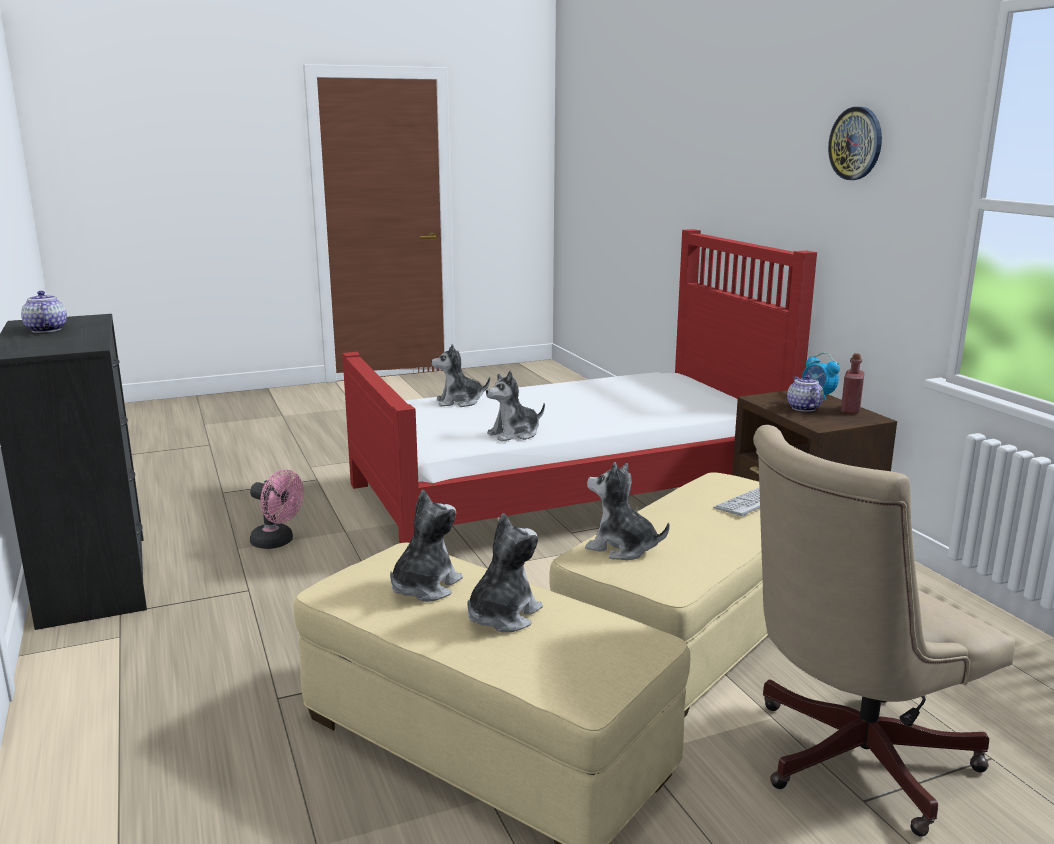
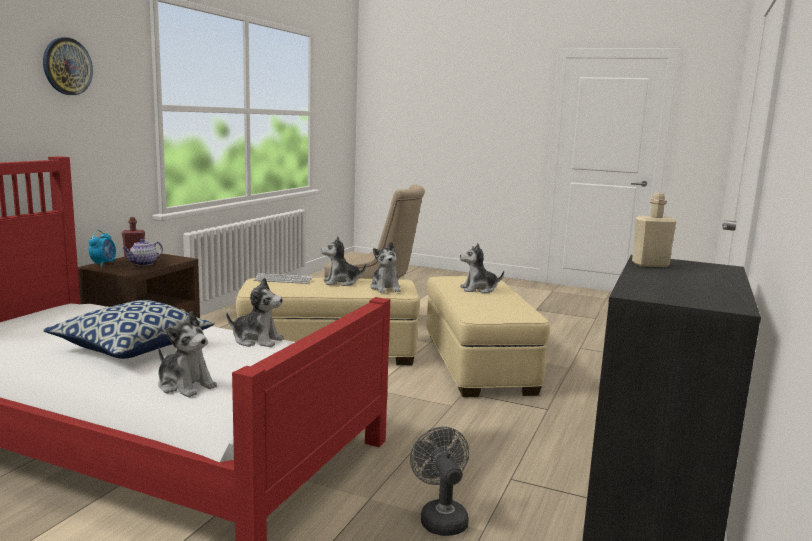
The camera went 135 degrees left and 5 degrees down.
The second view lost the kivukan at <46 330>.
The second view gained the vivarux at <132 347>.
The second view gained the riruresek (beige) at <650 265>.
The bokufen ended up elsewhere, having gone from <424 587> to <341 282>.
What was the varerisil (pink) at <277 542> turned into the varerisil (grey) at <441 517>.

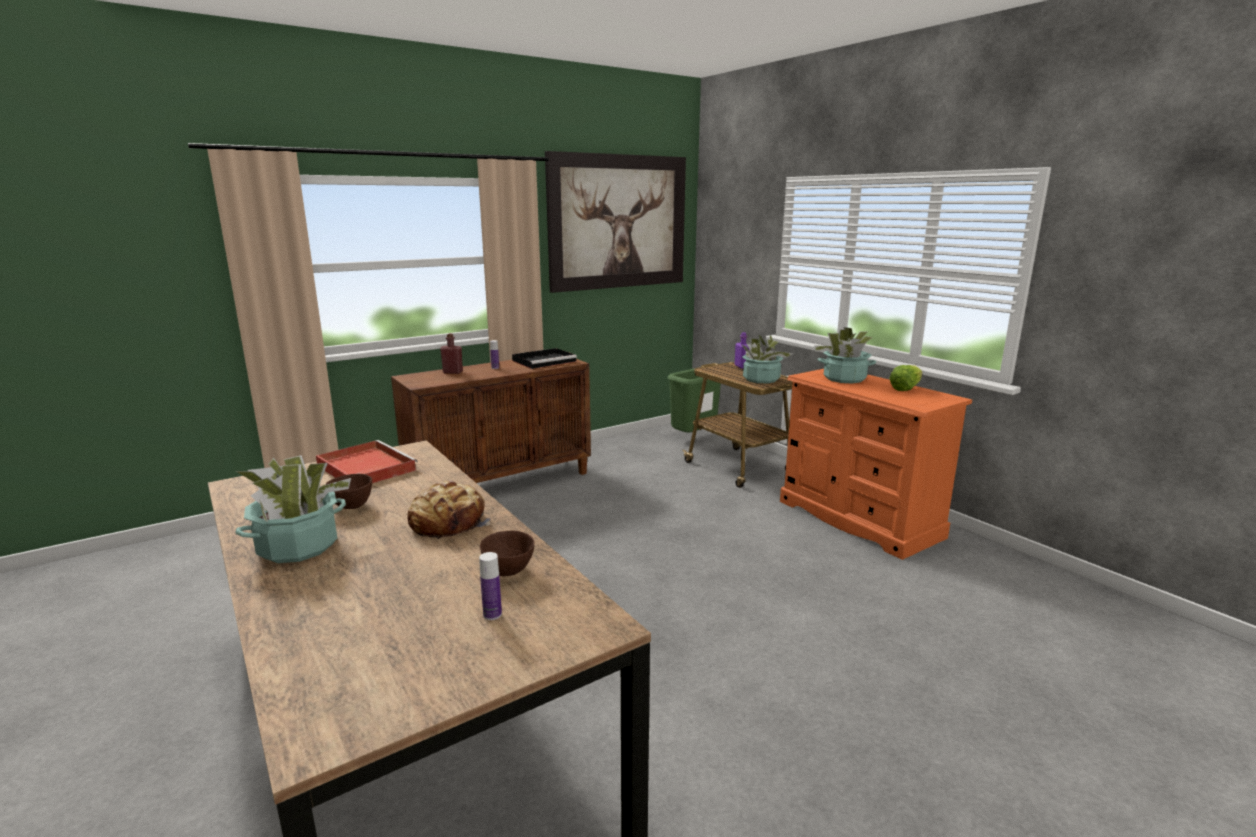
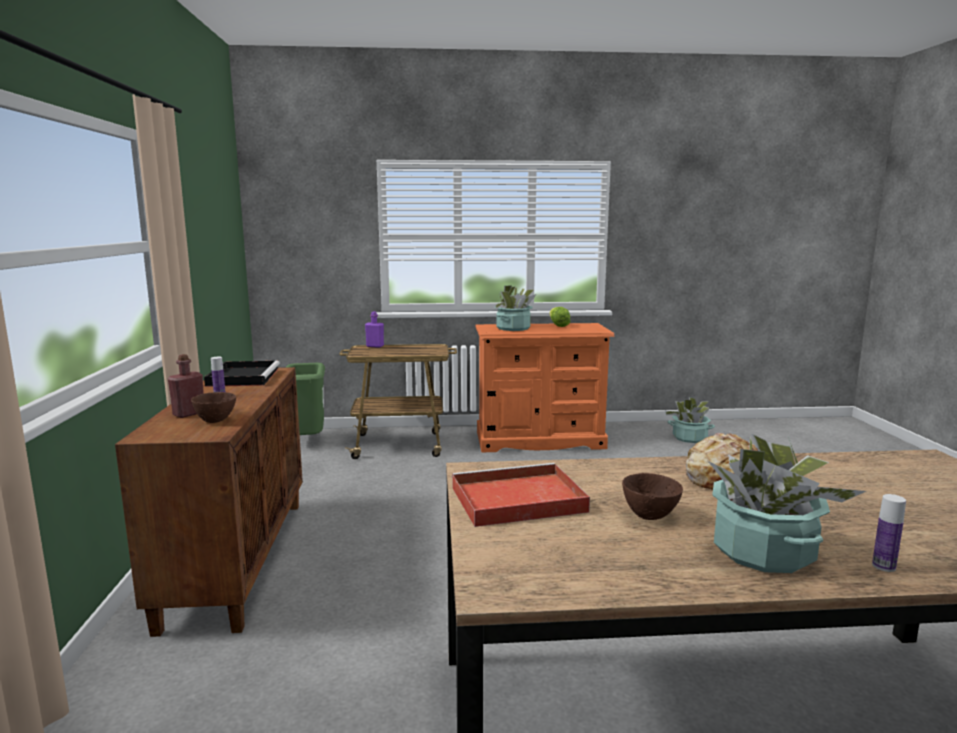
The camera went 60 degrees left and 5 degrees down.
The second view lost the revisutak at <618 222>.
The riruresek ended up elsewhere, having gone from <492 614> to <883 566>.
The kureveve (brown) ended up elsewhere, having gone from <509 571> to <215 420>.
The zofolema ended up elsewhere, having gone from <761 379> to <689 438>.

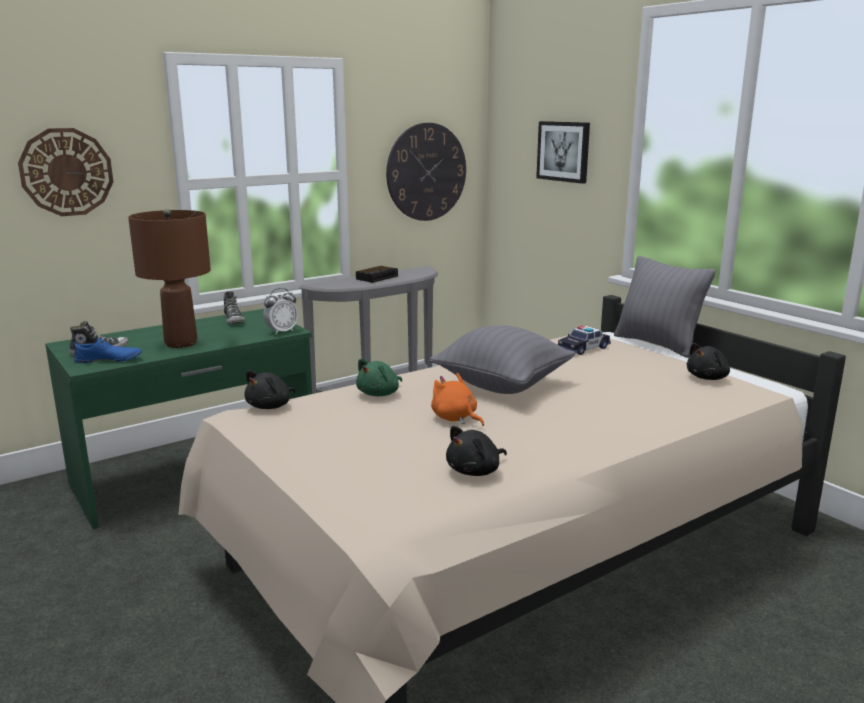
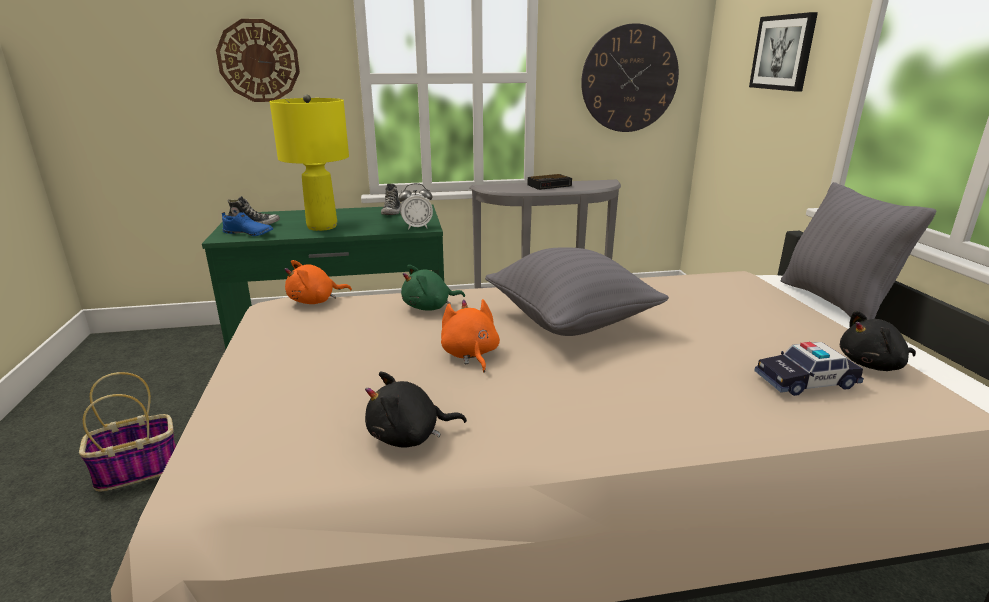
The camera went 25 degrees right and 5 degrees up.
The second view gained the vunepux at <139 469>.
The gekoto ended up elsewhere, having gone from <583 348> to <806 381>.
What was the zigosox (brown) at <180 343> turned into the zigosox (yellow) at <321 227>.
What was the bokufen (black) at <270 406> turned into the bokufen (orange) at <315 301>.

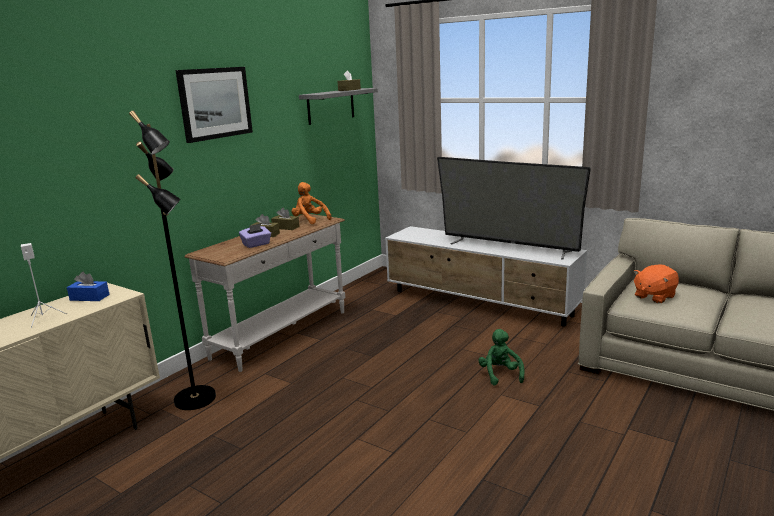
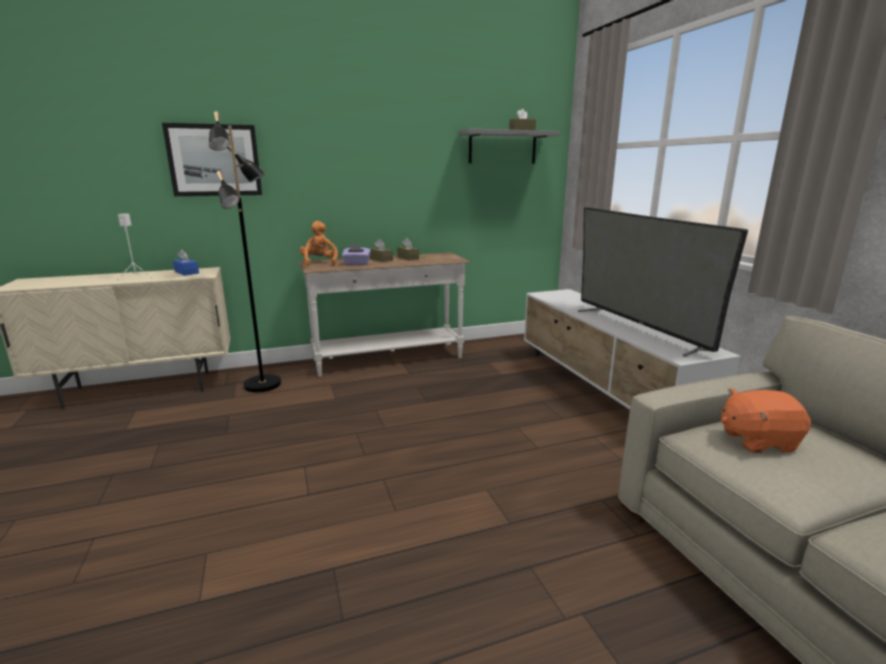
The camera went 35 degrees right and 0 degrees up.
The second view lost the bokufen (green) at <500 375>.
The revisutak ended up elsewhere, having gone from <215 103> to <214 160>.
The bokufen (orange) ended up elsewhere, having gone from <309 220> to <319 263>.

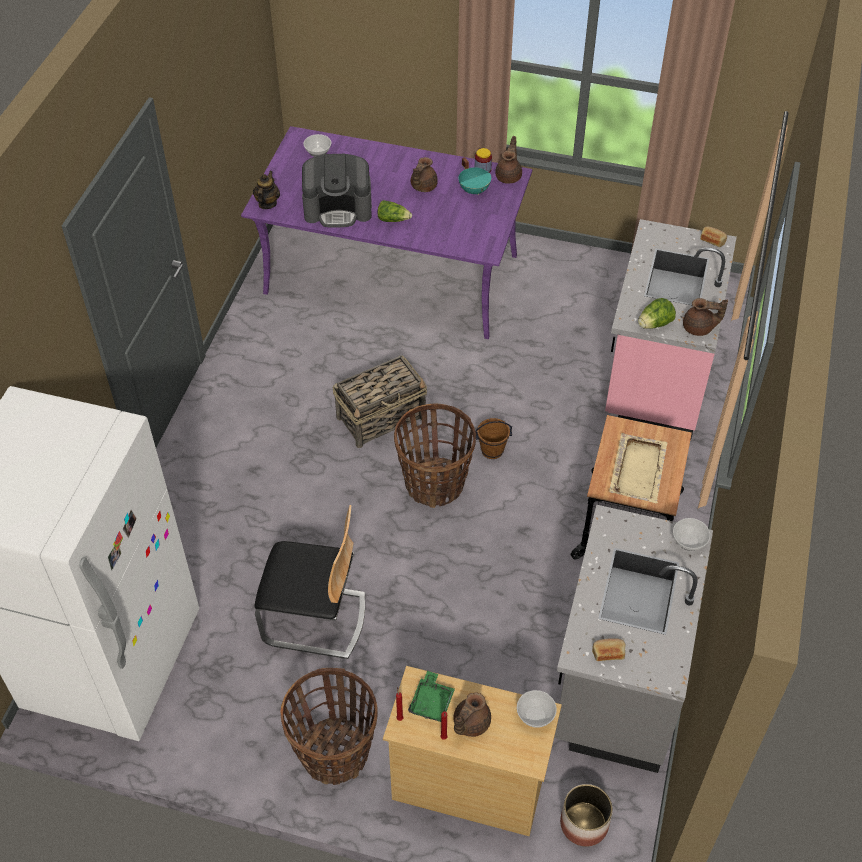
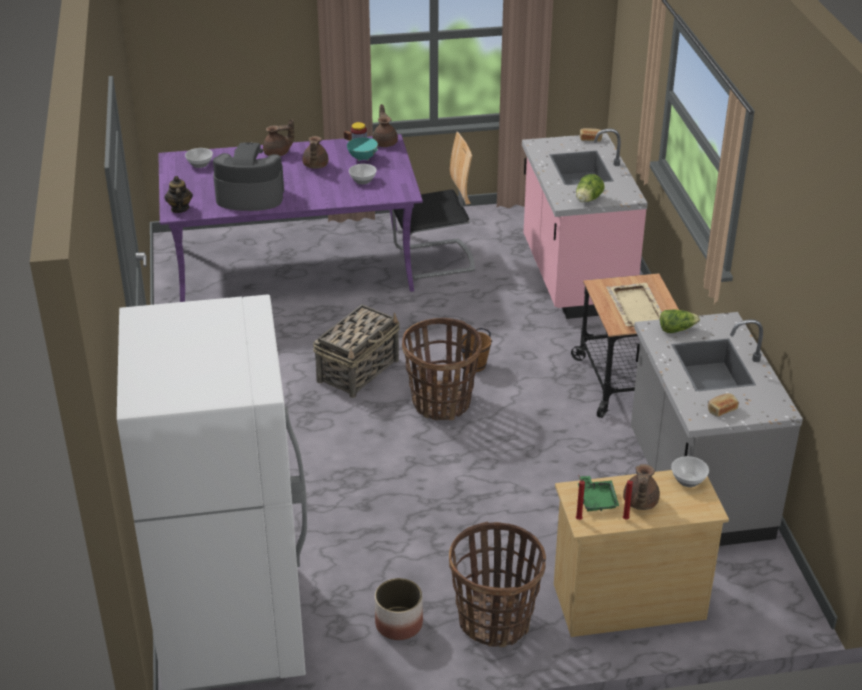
The camera went 25 degrees left and 15 degrees down.
The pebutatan ended up elsewhere, having gone from <315 619> to <434 260>.
The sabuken ended up elsewhere, having gone from <393 219> to <676 329>.
The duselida ended up elsewhere, having gone from <583 824> to <398 624>.
The kureveve ended up elsewhere, having gone from <688 542> to <362 180>.
The kivukan (brown) ended up elsewhere, having gone from <699 328> to <278 153>.
The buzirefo at <338 208> ended up facing another way, 150 degrees counterclockwise from before.

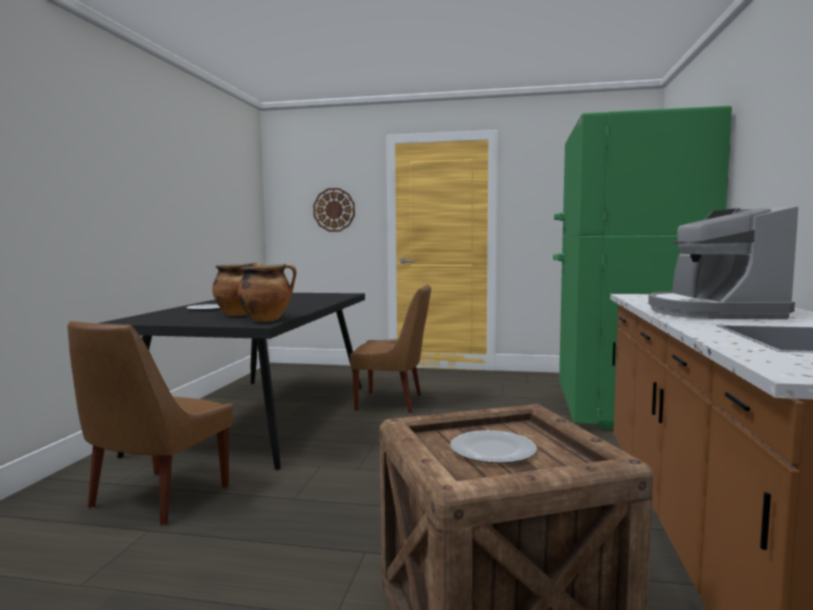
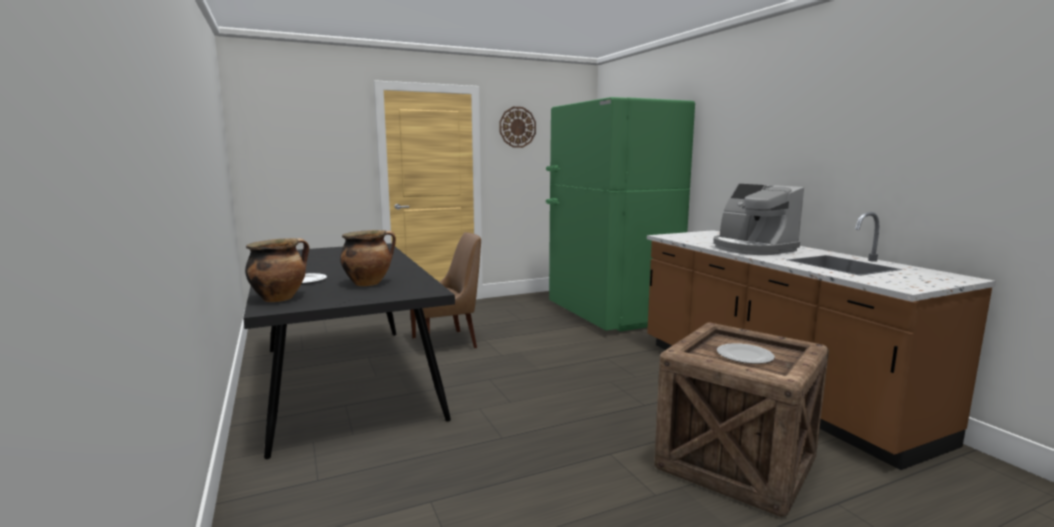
The camera went 35 degrees left and 5 degrees up.
The second view lost the pebutatan (brown) at <156 499>.
The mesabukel ended up elsewhere, having gone from <267 320> to <280 298>.
The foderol ended up elsewhere, having gone from <334 210> to <517 127>.

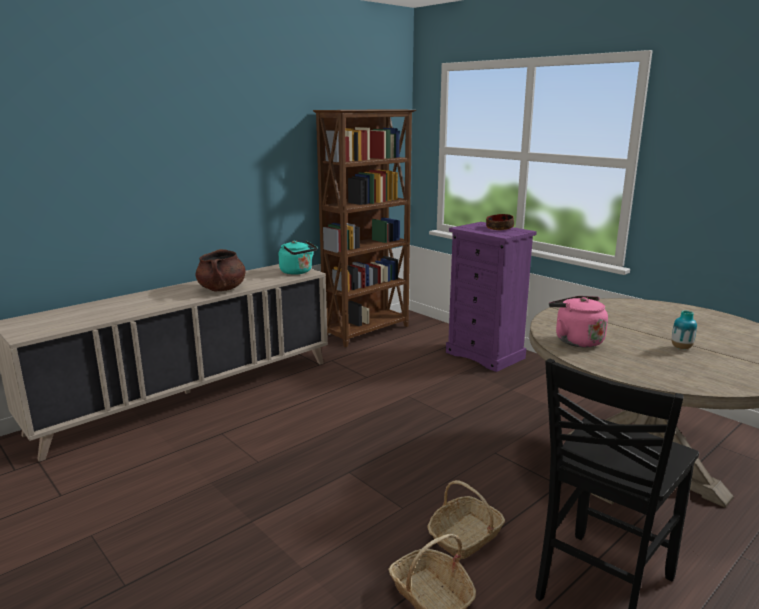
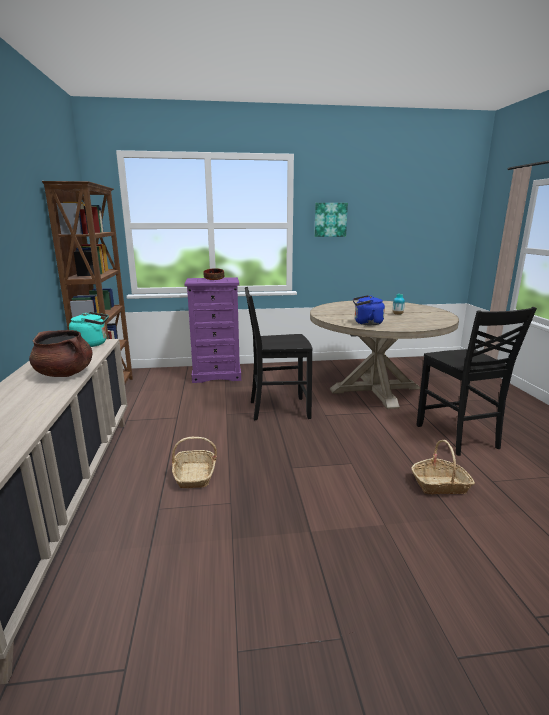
The camera went 55 degrees left and 0 degrees up.
The second view gained the pebutatan (black) at <277 409>.
The second view gained the revisutak at <330 219>.
The vunepux ended up elsewhere, having gone from <465 537> to <194 475>.
What was the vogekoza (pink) at <576 340> turned into the vogekoza (blue) at <366 323>.

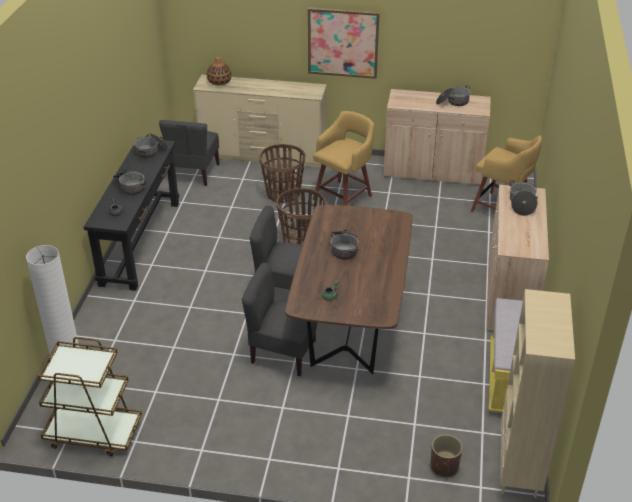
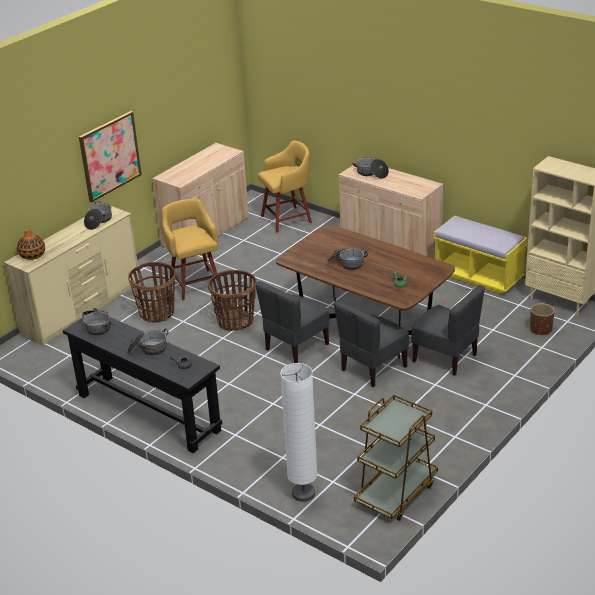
The camera went 60 degrees left and 5 degrees down.
The pebutatan (grey) ended up elsewhere, having gone from <194 173> to <445 358>.
The mesabukel ended up elsewhere, having gone from <452 102> to <98 221>.

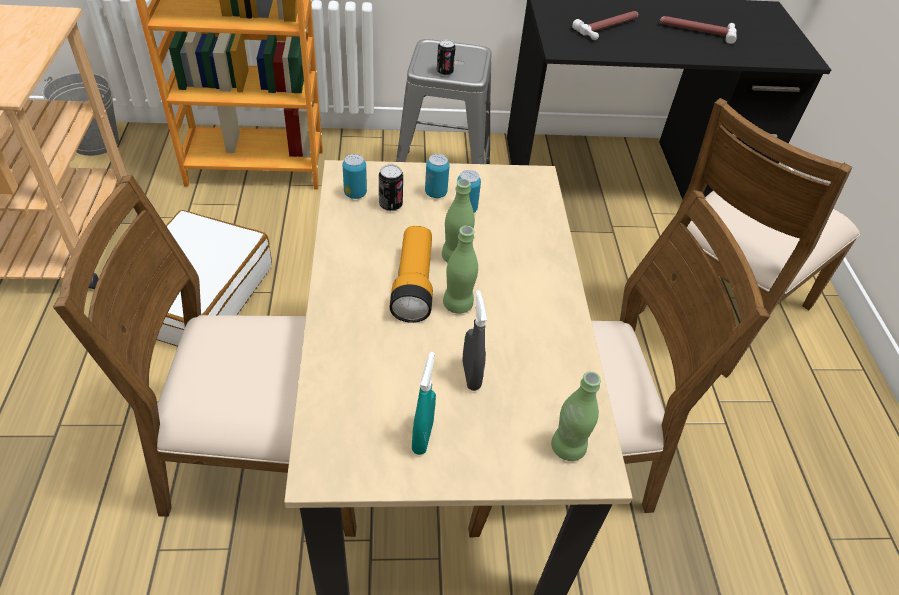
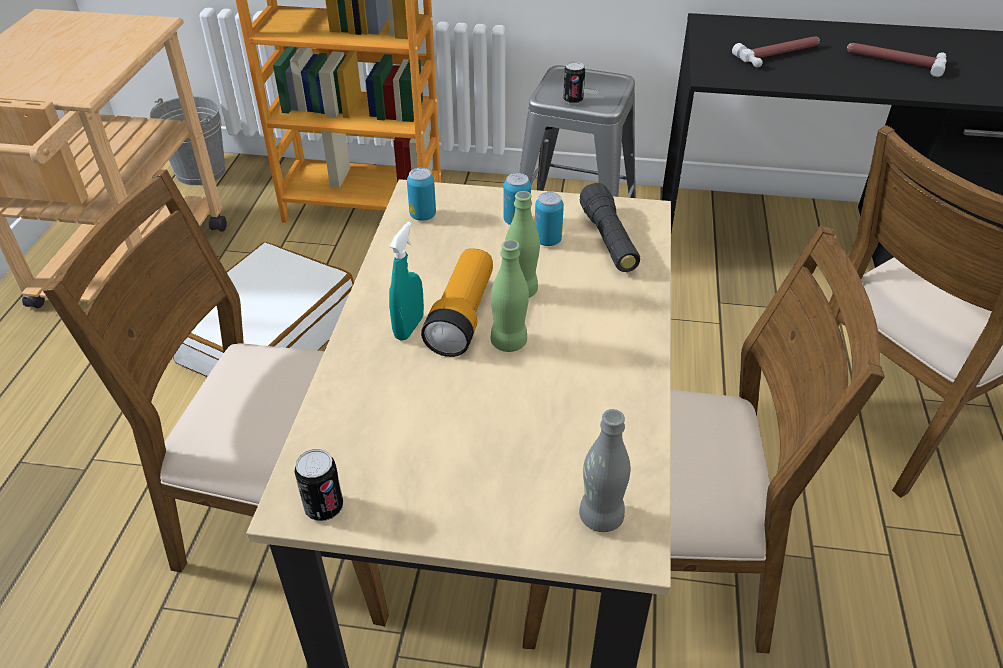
The camera went 15 degrees right and 5 degrees down.
The second view lost the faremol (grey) at <471 375>.
The second view gained the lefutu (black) at <608 240>.
The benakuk ended up elsewhere, having gone from <390 205> to <324 507>.
The faremol (turquoise) ended up elsewhere, having gone from <422 437> to <409 327>.
What was the riruresek (green) at <567 447> turned into the riruresek (grey) at <601 516>.

